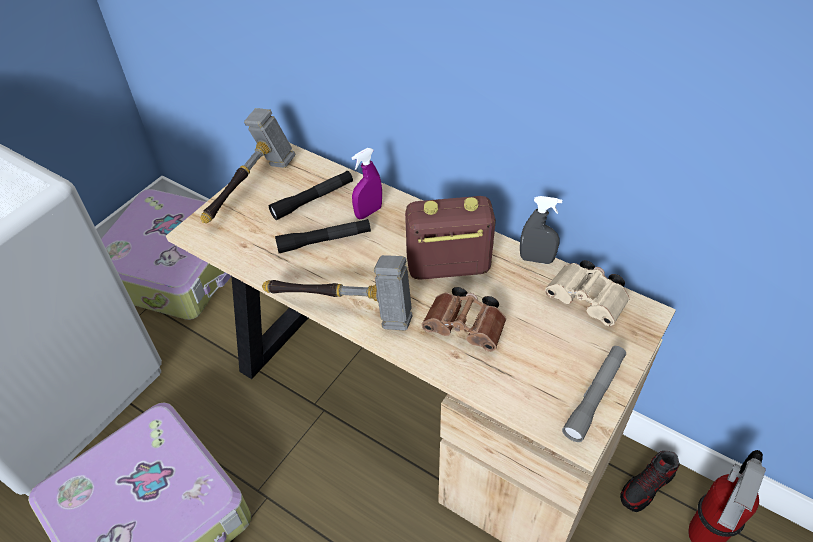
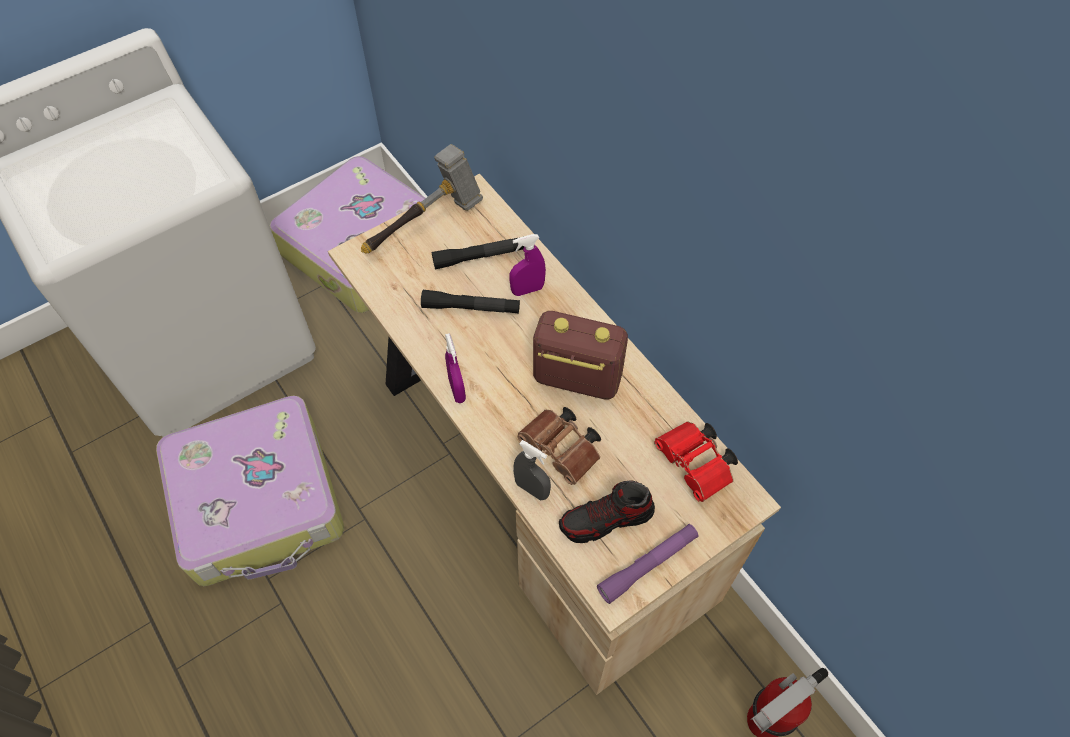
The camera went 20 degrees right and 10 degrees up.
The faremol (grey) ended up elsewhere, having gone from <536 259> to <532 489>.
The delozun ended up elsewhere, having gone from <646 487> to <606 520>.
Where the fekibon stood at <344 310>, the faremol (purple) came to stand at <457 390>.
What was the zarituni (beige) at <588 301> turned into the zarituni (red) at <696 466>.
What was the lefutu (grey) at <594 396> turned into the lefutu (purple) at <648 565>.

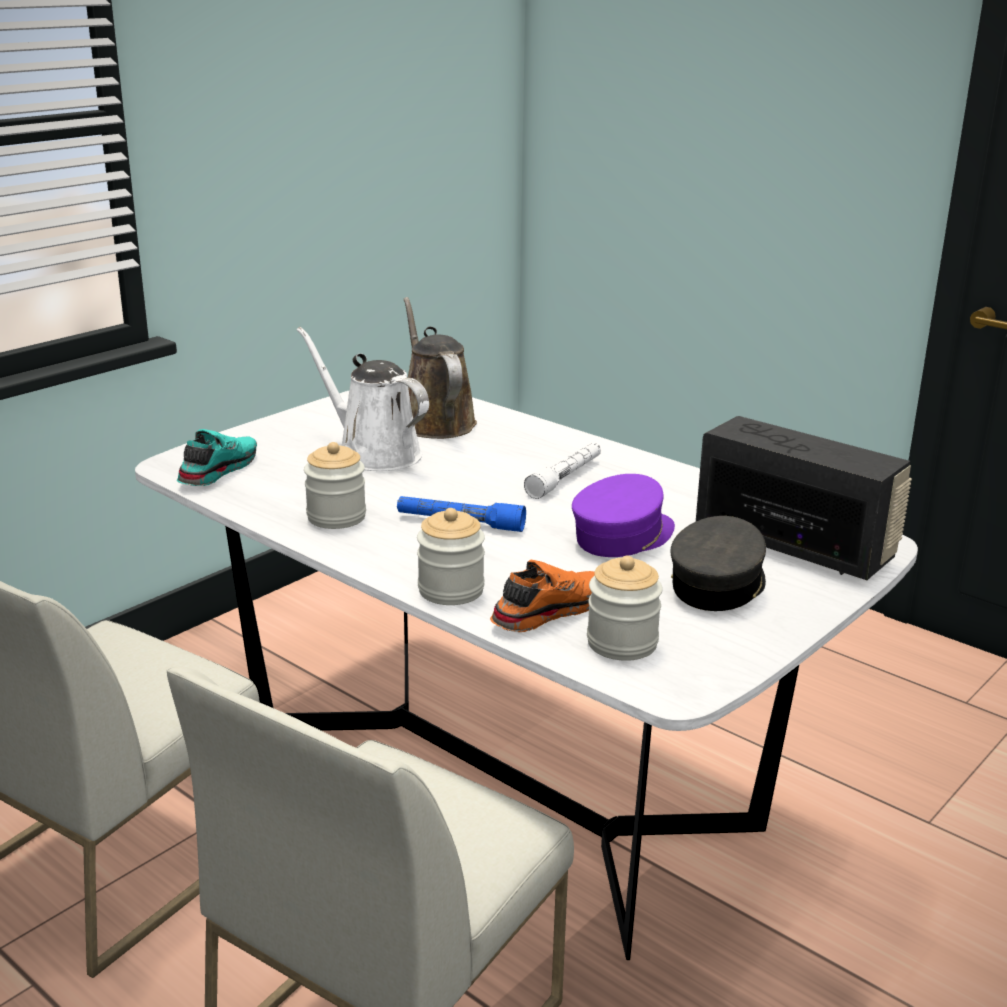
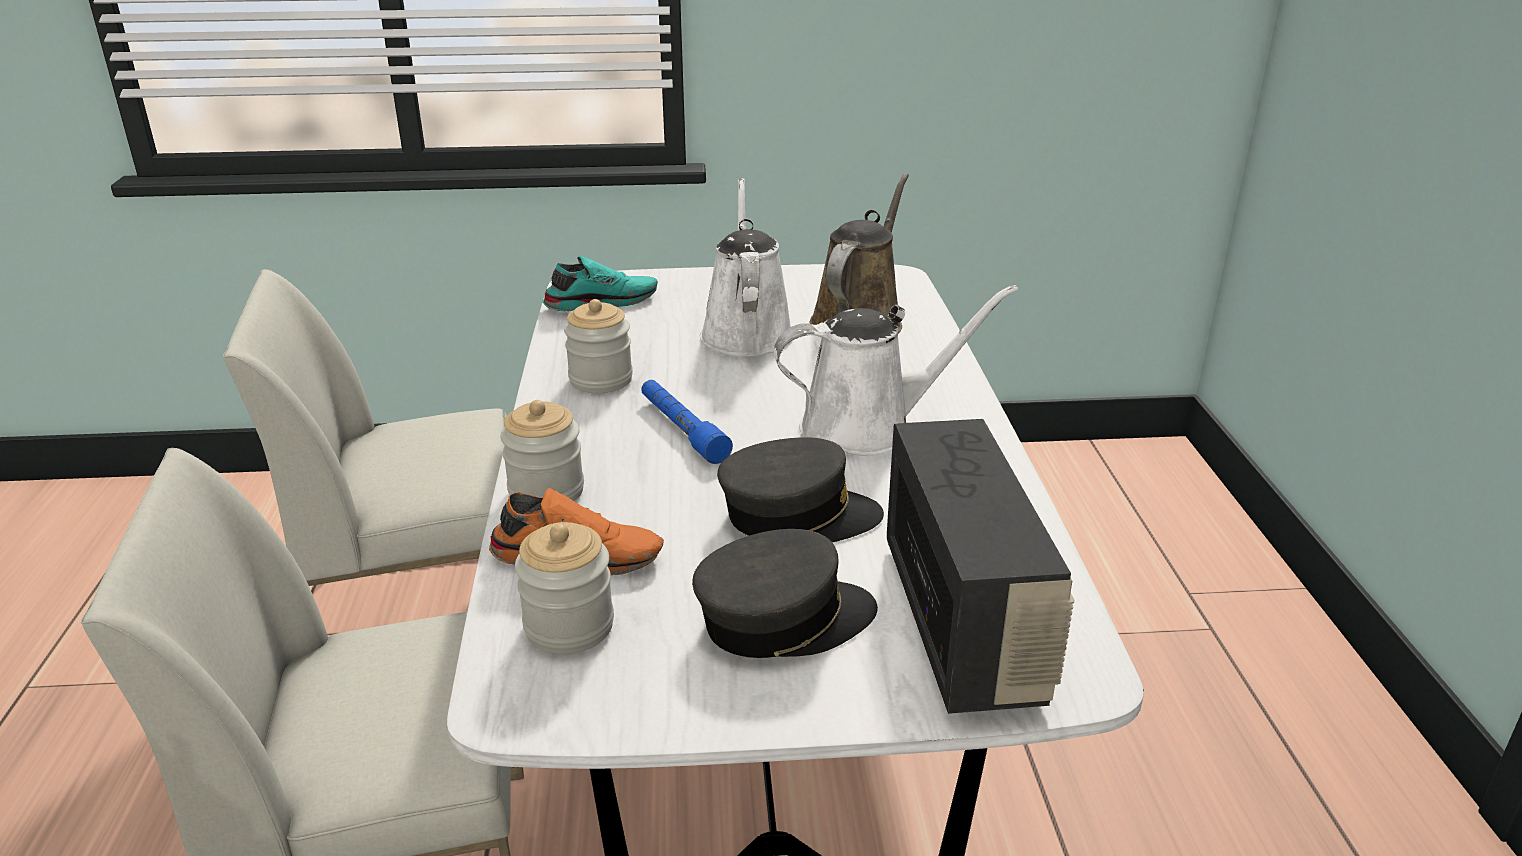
The camera went 45 degrees right and 5 degrees up.
Where the lefutu (white) stood at <565 478>, the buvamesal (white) came to stand at <867 427>.
What was the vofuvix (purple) at <623 536> turned into the vofuvix (grey) at <798 515>.

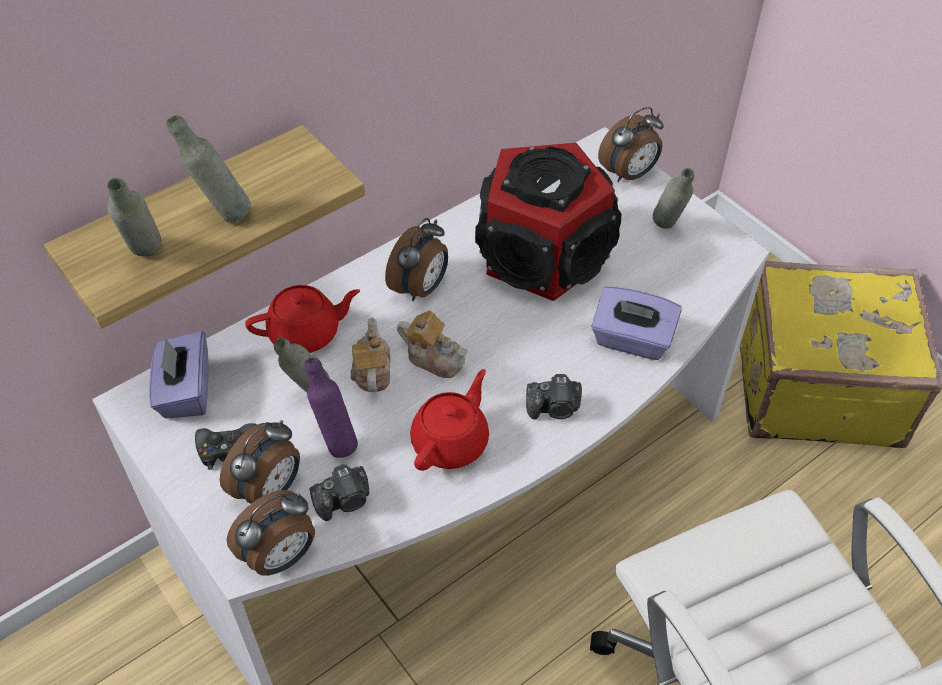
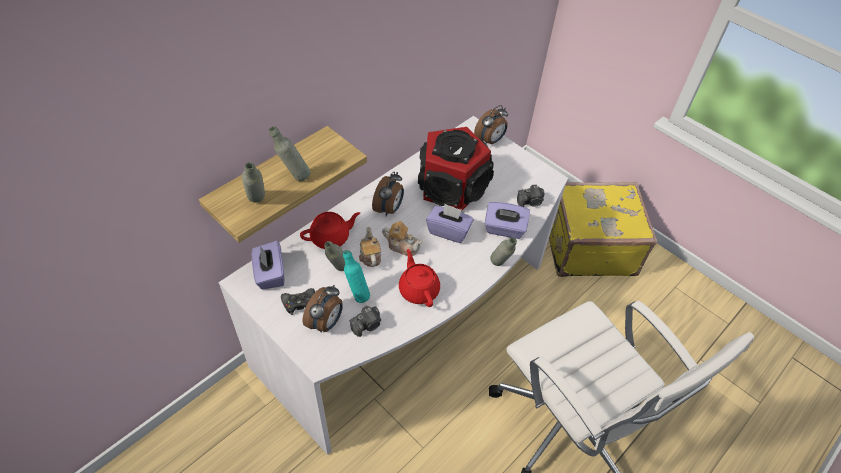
The camera went 10 degrees left and 0 degrees up.
The second view lost the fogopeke at <281 557>.
The second view gained the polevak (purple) at <448 231>.
The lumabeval ended up elsewhere, having gone from <554 408> to <530 202>.
The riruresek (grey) ended up elsewhere, having gone from <667 230> to <500 267>.
What was the riruresek (purple) at <335 441> turned into the riruresek (turquoise) at <357 294>.
The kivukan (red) at <451 442> ended up facing another way, 45 degrees counterclockwise from before.

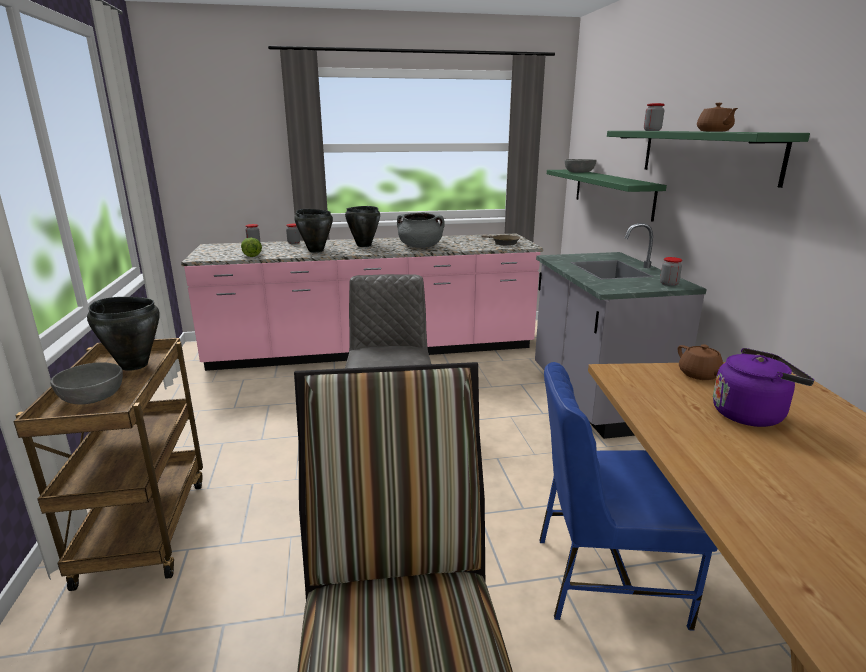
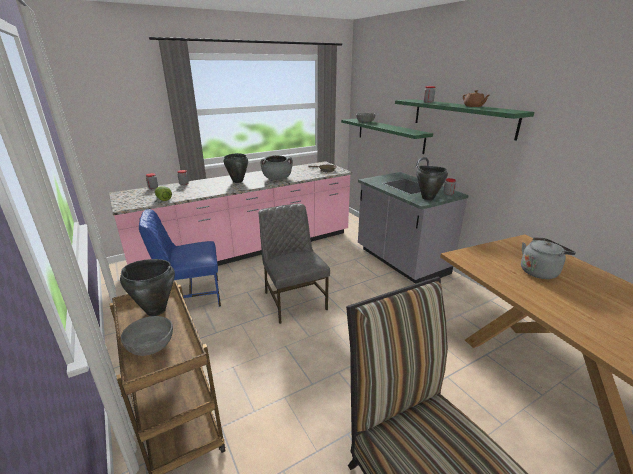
The camera went 20 degrees left and 5 degrees up.
The second view lost the kivukan (brown) at <700 375>.
The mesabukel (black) ended up elsewhere, having gone from <316 250> to <427 198>.
The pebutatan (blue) ended up elsewhere, having gone from <605 578> to <191 296>.
What was the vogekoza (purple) at <751 414> turned into the vogekoza (grey) at <540 271>.

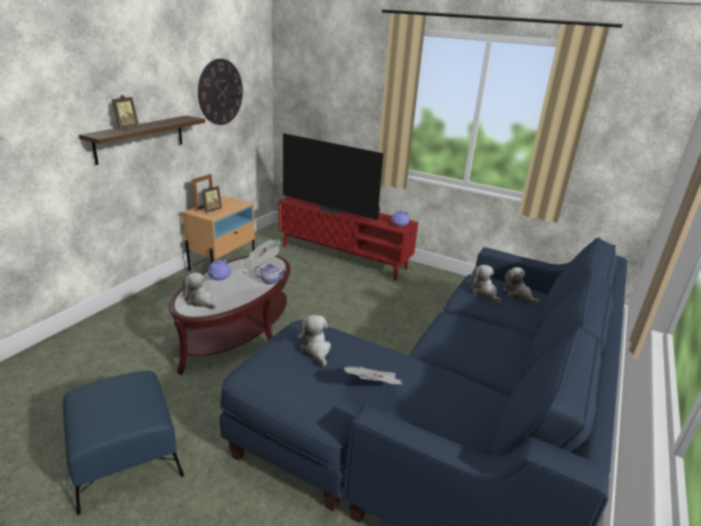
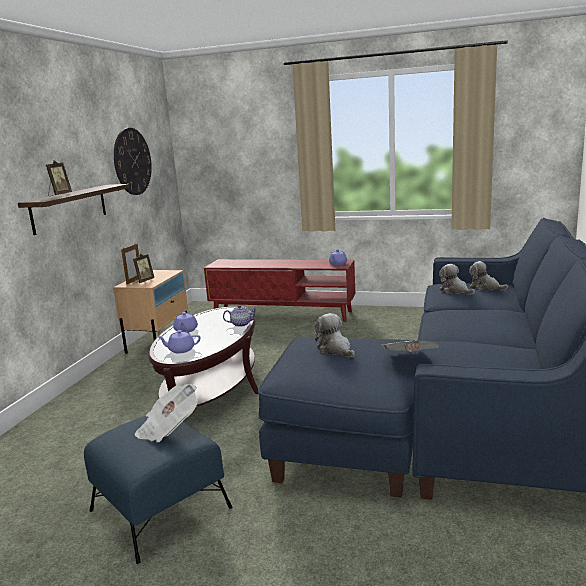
The camera went 10 degrees left and 10 degrees down.
The second view lost the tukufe at <332 210>.
The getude ended up elsewhere, having gone from <260 263> to <168 428>.
Where the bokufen stood at <200 301>, the kivukan (purple) came to stand at <180 350>.

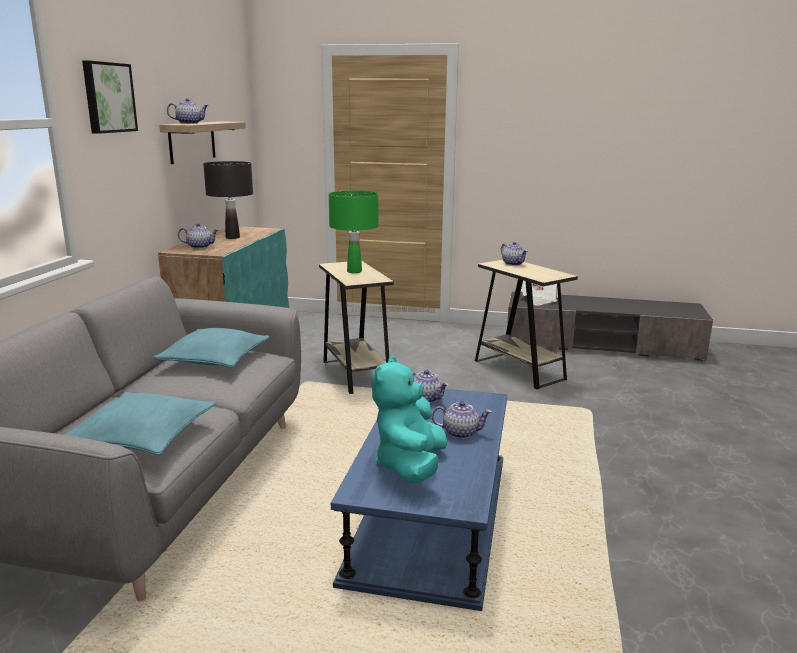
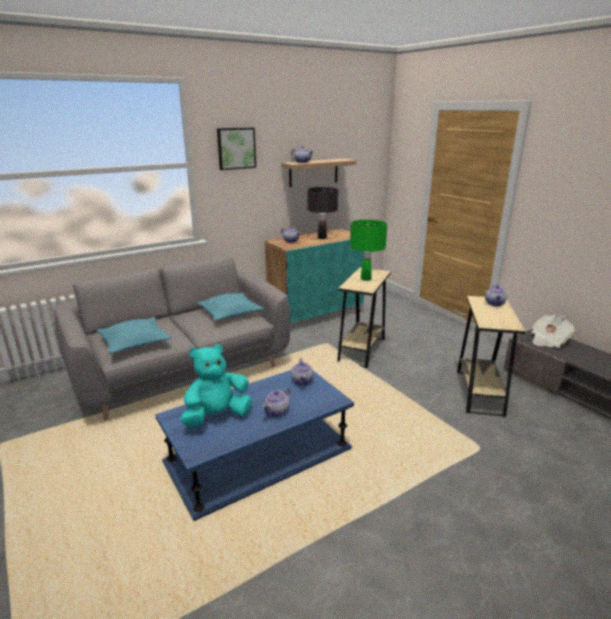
The camera went 45 degrees right and 5 degrees up.
The kivukan at <461 433> ended up facing another way, 75 degrees clockwise from before.

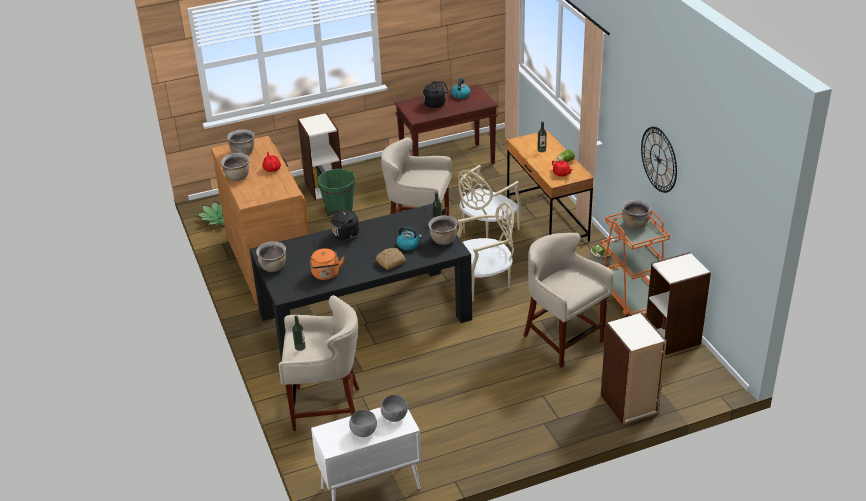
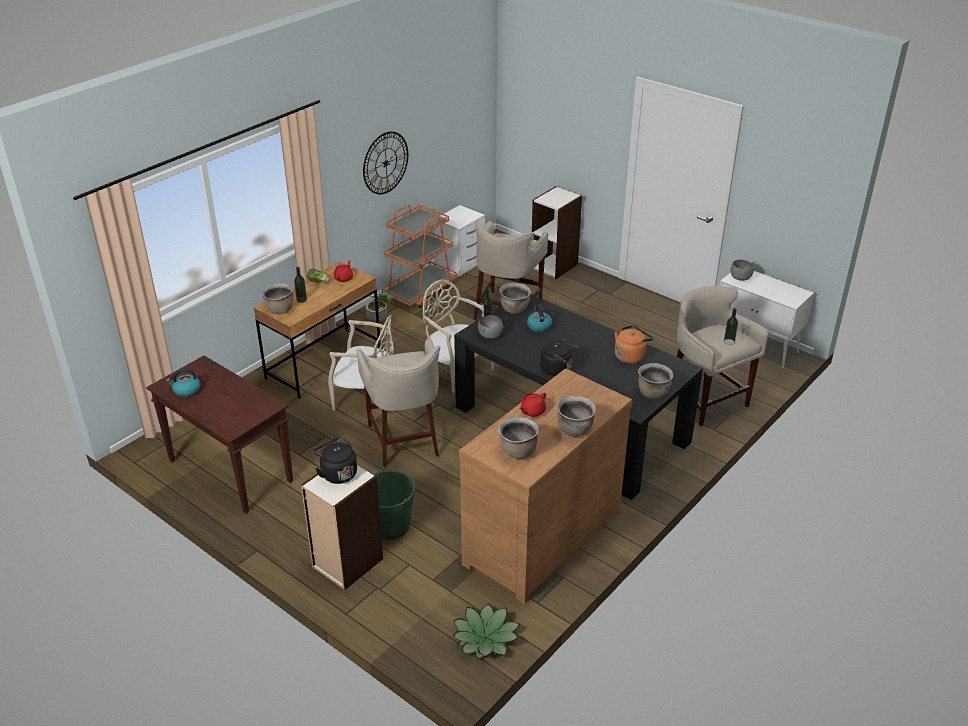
The camera went 120 degrees left and 0 degrees up.
The second view lost the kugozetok at <391 261>.
The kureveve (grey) ended up elsewhere, having gone from <363 432> to <490 336>.
The vogekoza (black) ended up elsewhere, having gone from <436 103> to <337 473>.
The mesabukel (brown) ended up elsewhere, having gone from <634 224> to <280 310>.
Where the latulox stood at <673 338>, the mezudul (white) came to stand at <461 264>.

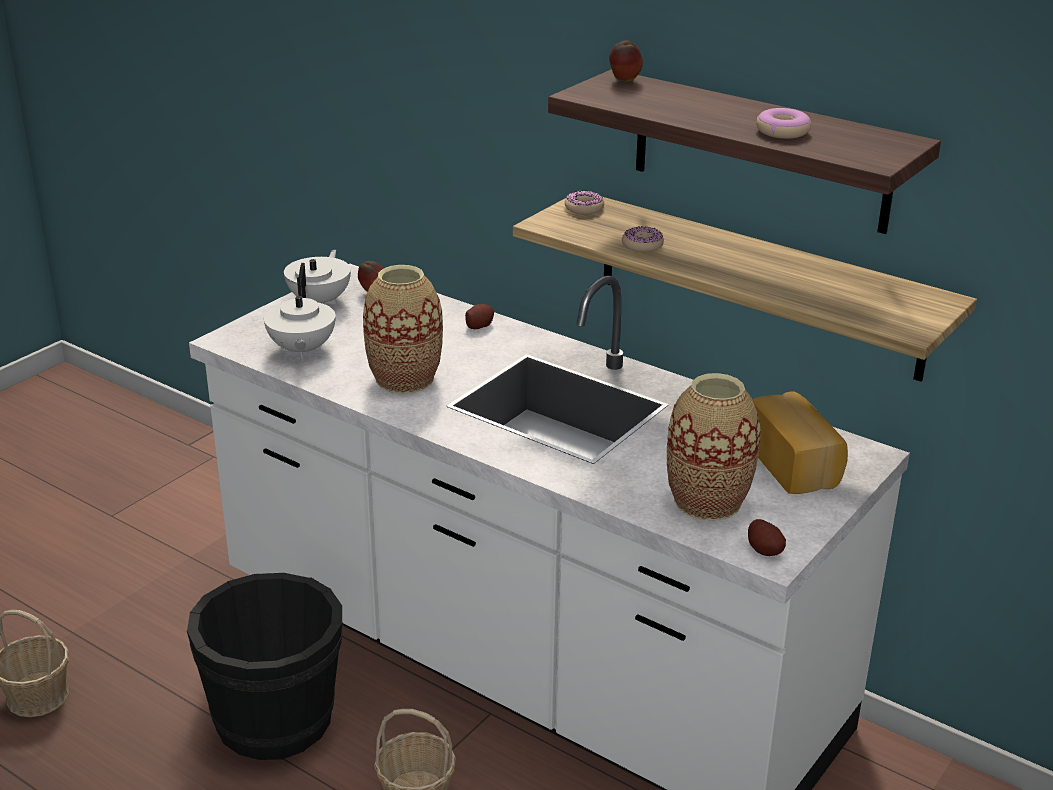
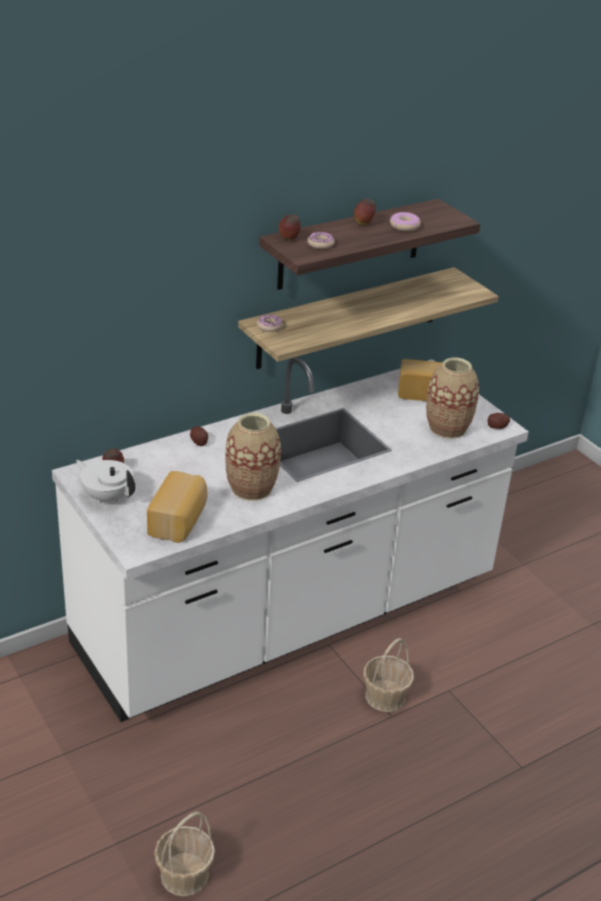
The camera went 70 degrees left and 5 degrees up.
The second view lost the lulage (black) at <276 719>.
The second view gained the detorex at <364 224>.
The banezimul ended up elsewhere, having gone from <642 245> to <320 244>.
Where the kivukan (white) stood at <301 350>, the kugozetok came to stand at <179 521>.

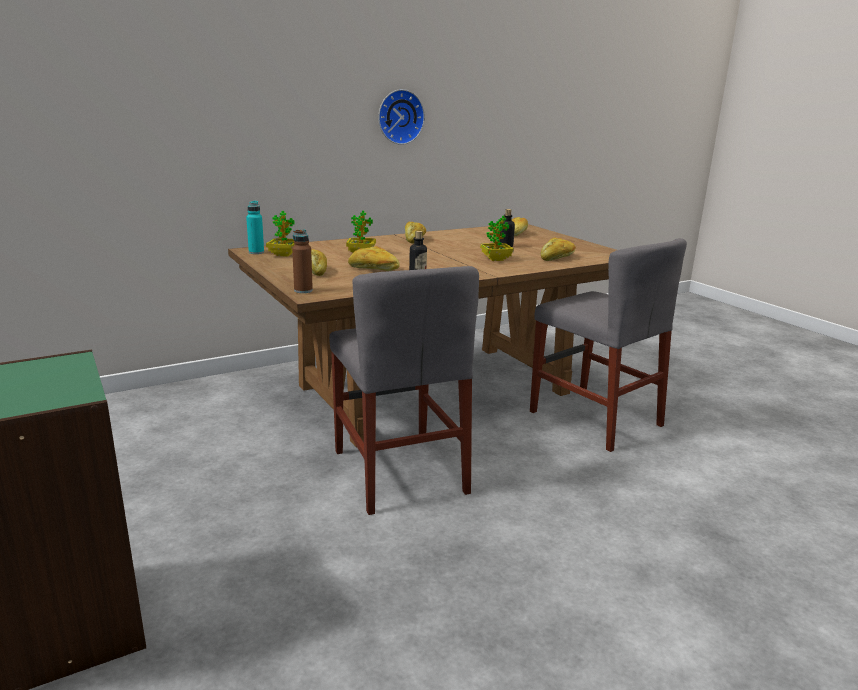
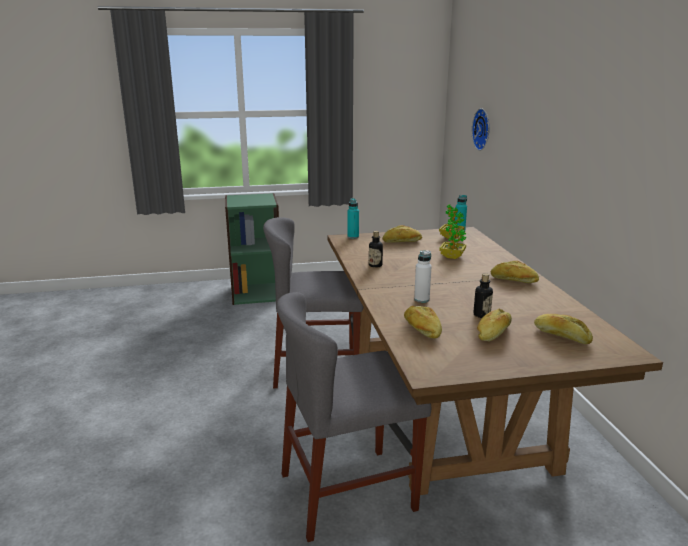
The camera went 110 degrees right and 0 degrees up.
The kugozetok ended up elsewhere, having gone from <373 269> to <493 333>.
The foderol ended up elsewhere, having gone from <399 117> to <483 129>.
Where the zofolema stood at <496 259>, the riruresek (white) came to stand at <421 299>.
What was the riruresek (brown) at <303 290> turned into the riruresek (turquoise) at <353 237>.

